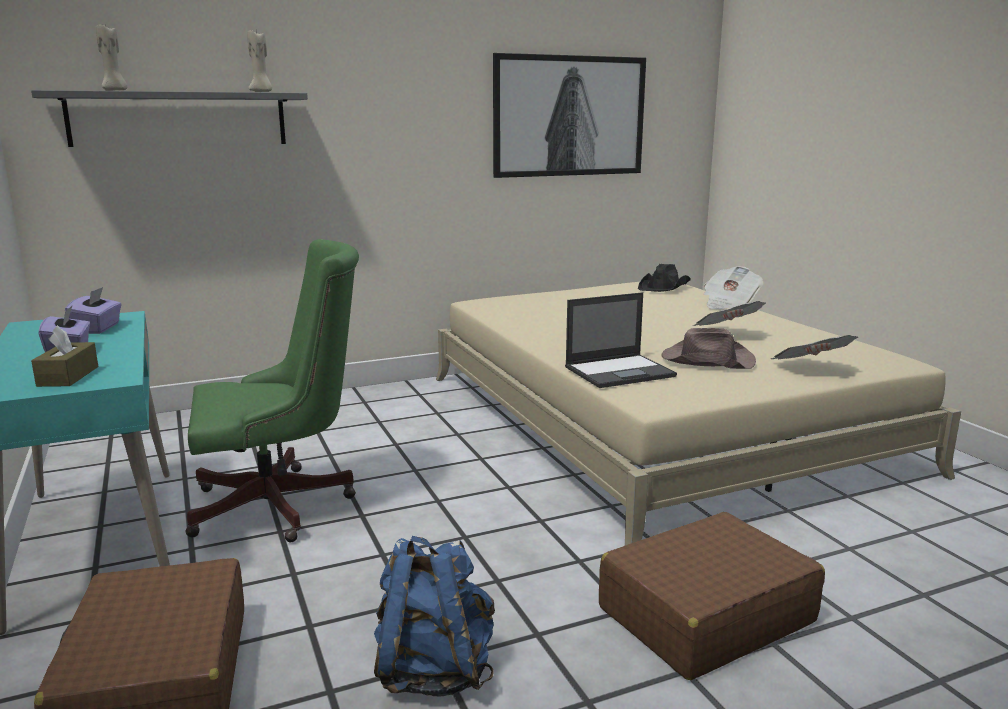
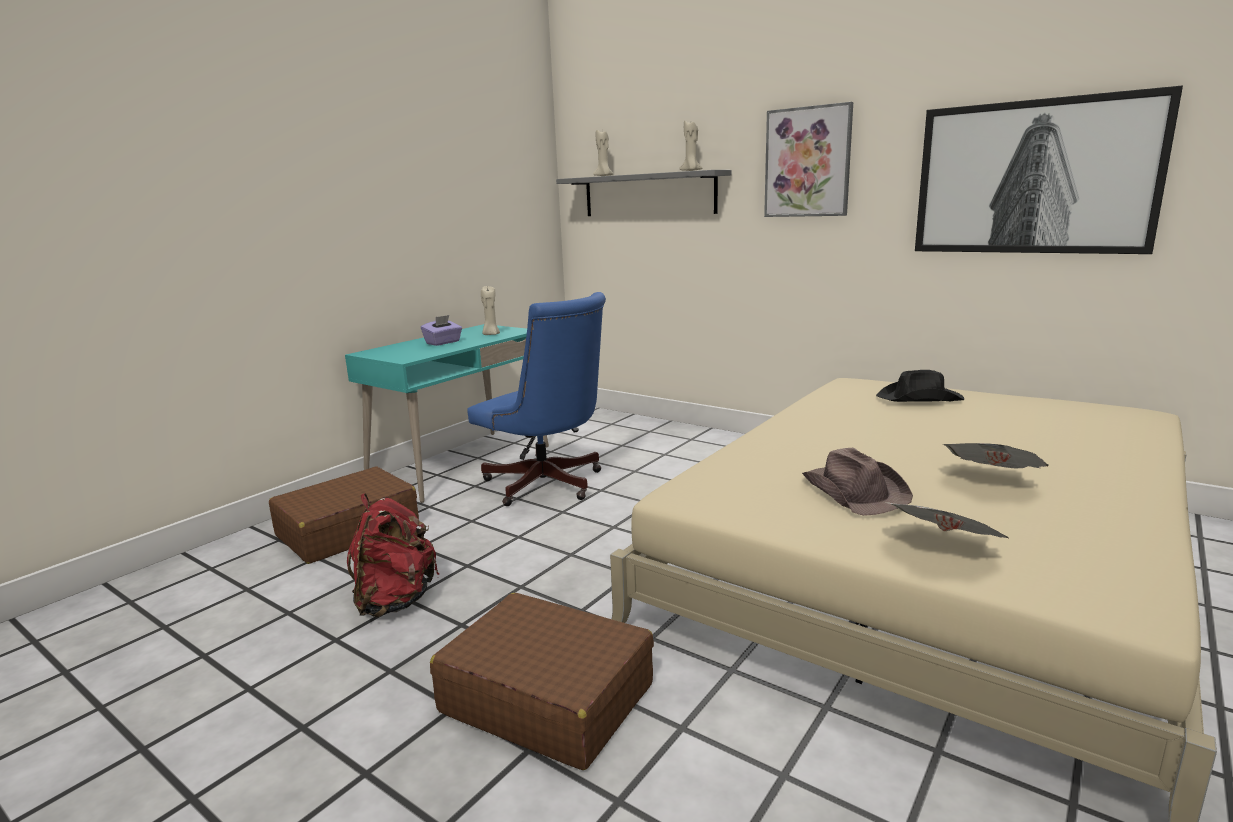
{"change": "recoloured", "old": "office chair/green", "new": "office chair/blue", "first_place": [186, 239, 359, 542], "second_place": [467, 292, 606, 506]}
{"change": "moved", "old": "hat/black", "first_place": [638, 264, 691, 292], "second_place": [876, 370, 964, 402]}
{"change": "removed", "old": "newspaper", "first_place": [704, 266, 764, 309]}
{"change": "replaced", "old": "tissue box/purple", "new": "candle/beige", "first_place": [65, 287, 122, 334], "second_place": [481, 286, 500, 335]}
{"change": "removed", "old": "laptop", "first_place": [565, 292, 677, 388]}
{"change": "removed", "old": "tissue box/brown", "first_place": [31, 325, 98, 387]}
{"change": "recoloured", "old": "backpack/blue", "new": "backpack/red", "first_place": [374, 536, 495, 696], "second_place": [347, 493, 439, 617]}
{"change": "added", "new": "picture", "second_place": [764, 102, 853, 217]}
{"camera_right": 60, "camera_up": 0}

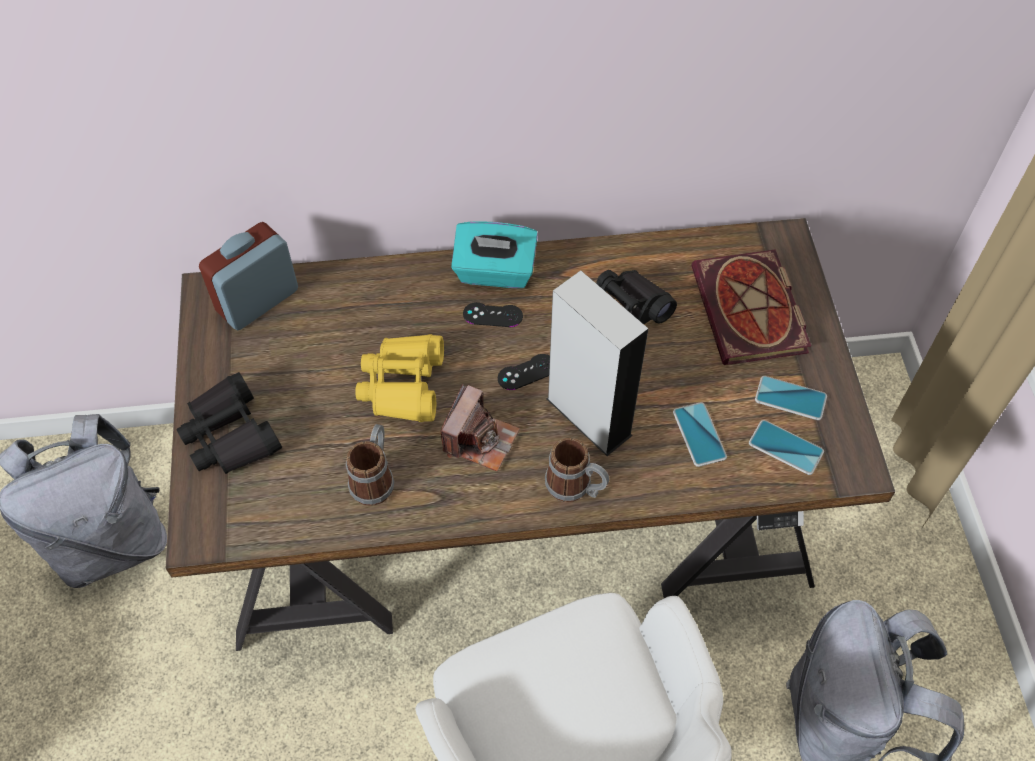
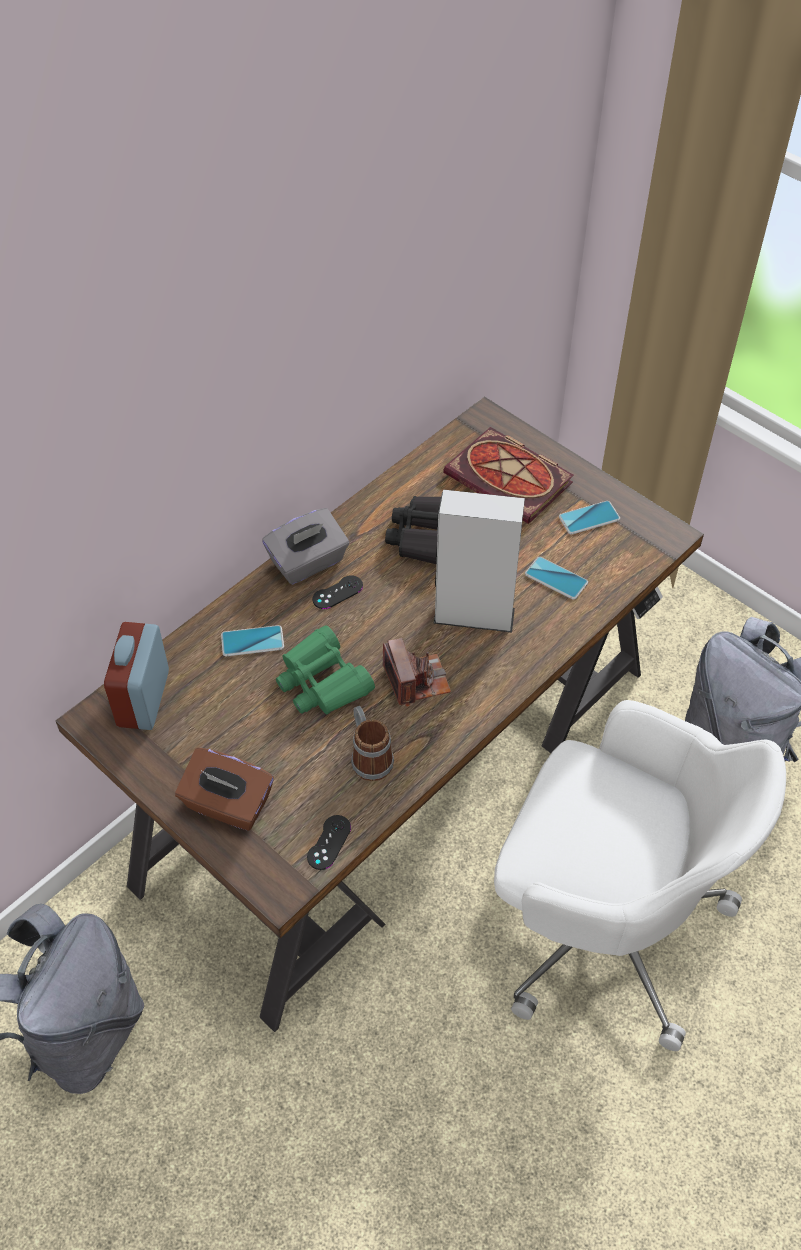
{"change": "recoloured", "old": "tissue box/turquoise", "new": "tissue box/grey", "first_place": [451, 221, 538, 288], "second_place": [262, 508, 349, 584]}
{"change": "recoloured", "old": "binoculars/yellow", "new": "binoculars/green", "first_place": [355, 334, 444, 422], "second_place": [276, 625, 375, 714]}
{"change": "moved", "old": "game controller/black", "first_place": [498, 354, 550, 390], "second_place": [307, 815, 351, 870]}
{"change": "replaced", "old": "binoculars/black", "new": "tissue box/brown", "first_place": [176, 372, 282, 474], "second_place": [175, 748, 274, 831]}
{"change": "moved", "old": "phone", "first_place": [749, 420, 824, 475], "second_place": [221, 625, 284, 656]}
{"change": "removed", "old": "mug", "first_place": [545, 438, 609, 502]}
{"camera_right": -40, "camera_up": -5}

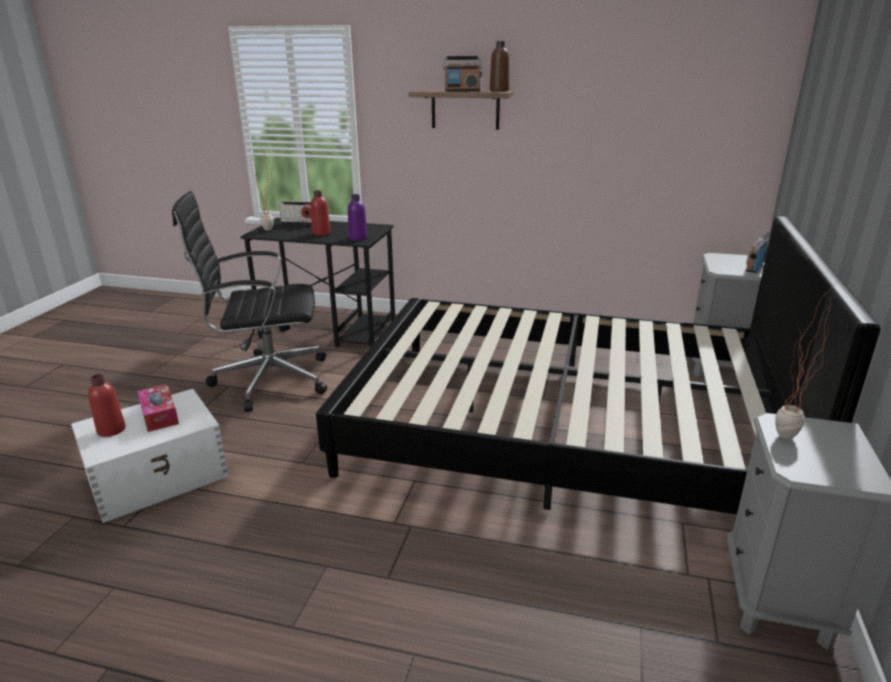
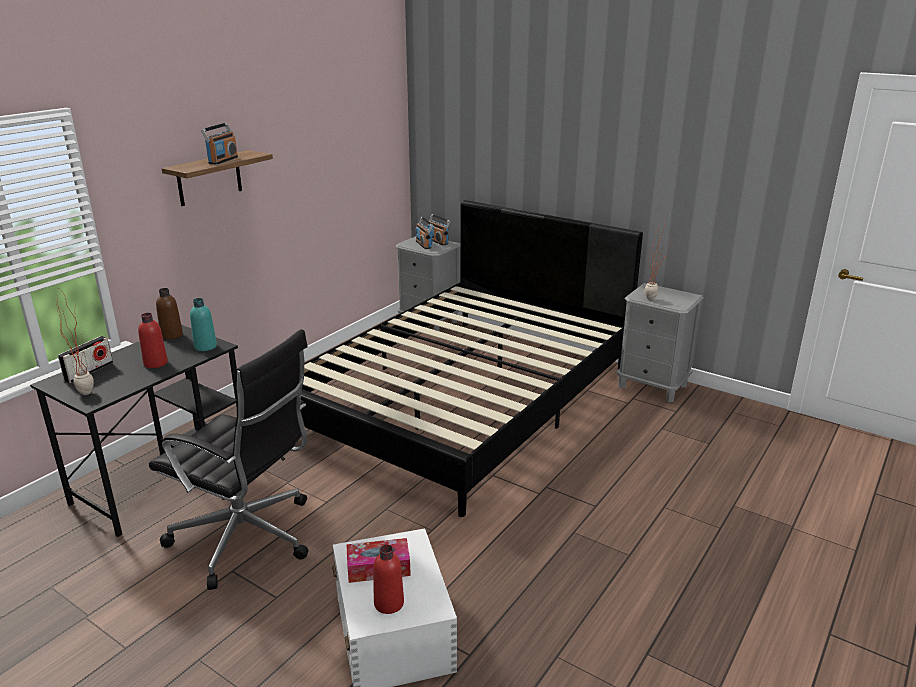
{"change": "moved", "old": "bottle/brown", "first_place": [490, 41, 509, 92], "second_place": [156, 288, 183, 340]}
{"change": "turned", "old": "office chair/black", "first_place": [172, 191, 327, 412], "second_place": [149, 329, 309, 590], "degrees": -75}
{"change": "recoloured", "old": "bottle/purple", "new": "bottle/turquoise", "first_place": [348, 194, 368, 241], "second_place": [190, 298, 217, 351]}
{"change": "added", "new": "radio", "second_place": [416, 217, 433, 249]}
{"camera_right": -70, "camera_up": 0}

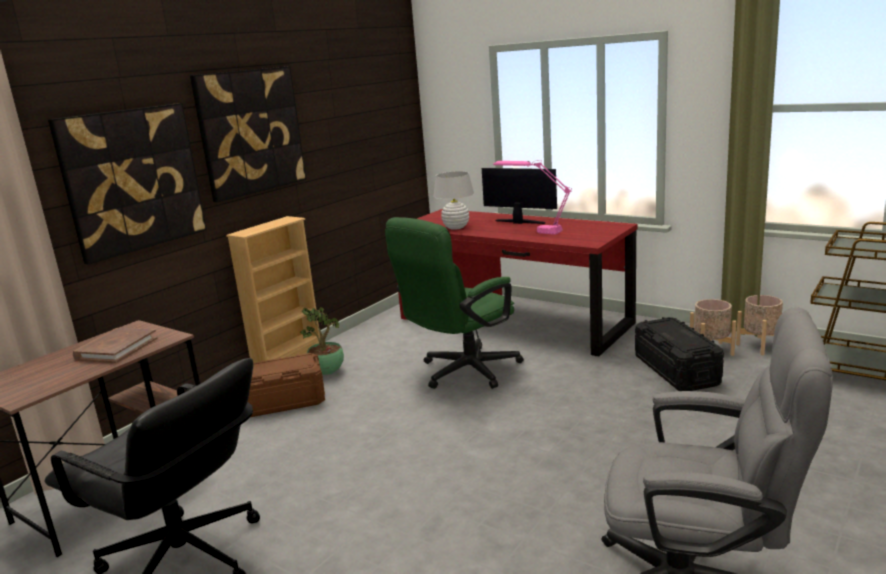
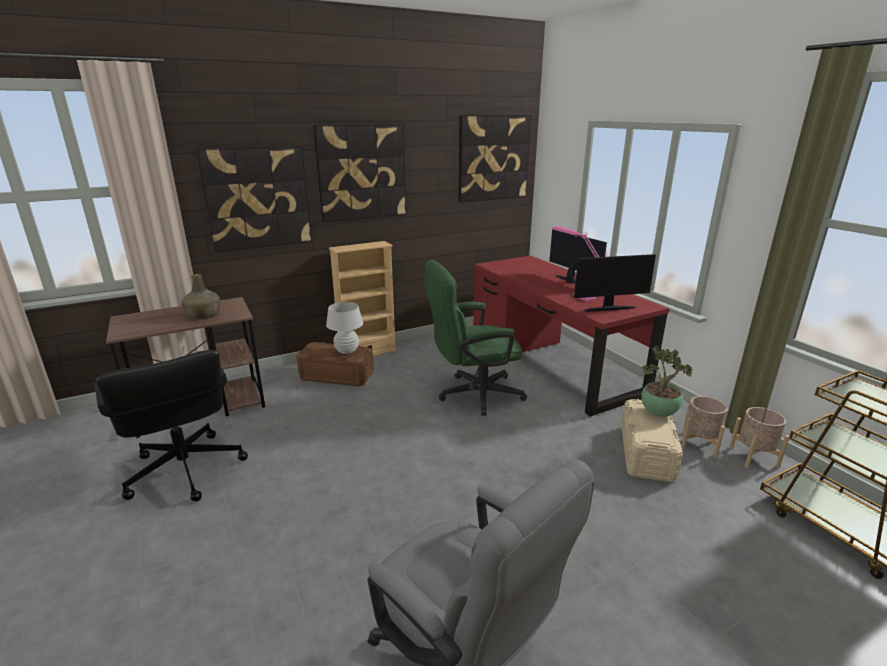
{"change": "moved", "old": "table lamp/white", "first_place": [433, 171, 474, 230], "second_place": [326, 302, 363, 354]}
{"change": "moved", "old": "potted plant", "first_place": [300, 307, 344, 375], "second_place": [641, 346, 692, 417]}
{"change": "recoloured", "old": "storage box/black", "new": "storage box/beige", "first_place": [635, 317, 724, 391], "second_place": [622, 399, 683, 482]}
{"change": "replaced", "old": "book/brown", "new": "bottle/green", "first_place": [73, 328, 157, 363], "second_place": [182, 274, 221, 319]}
{"change": "added", "new": "picture", "second_place": [459, 115, 531, 203]}
{"change": "added", "new": "monitor", "second_place": [574, 254, 656, 312]}
{"camera_right": 25, "camera_up": 5}

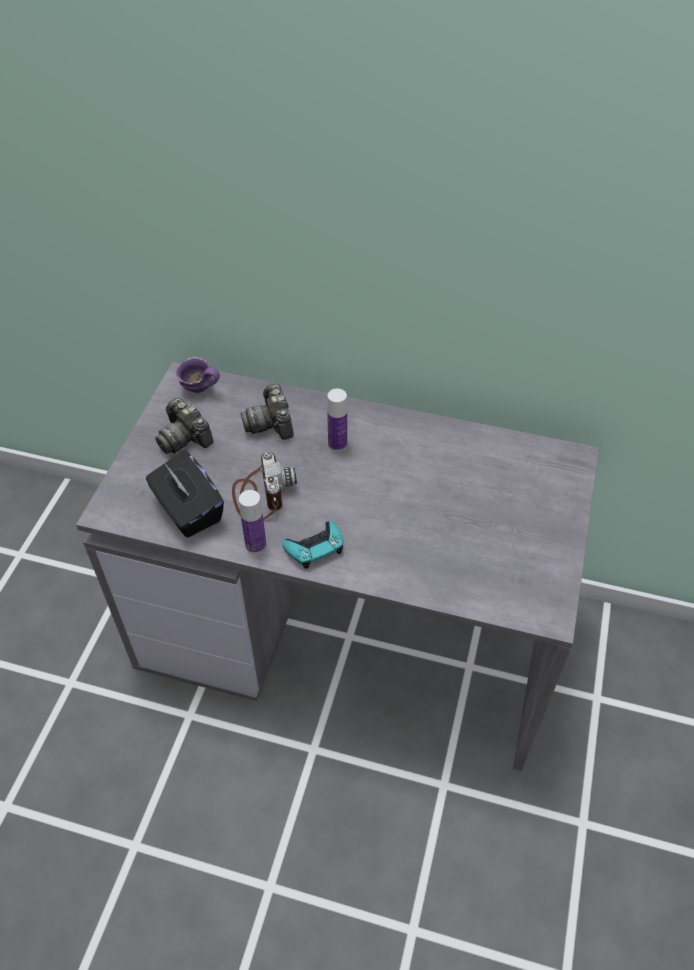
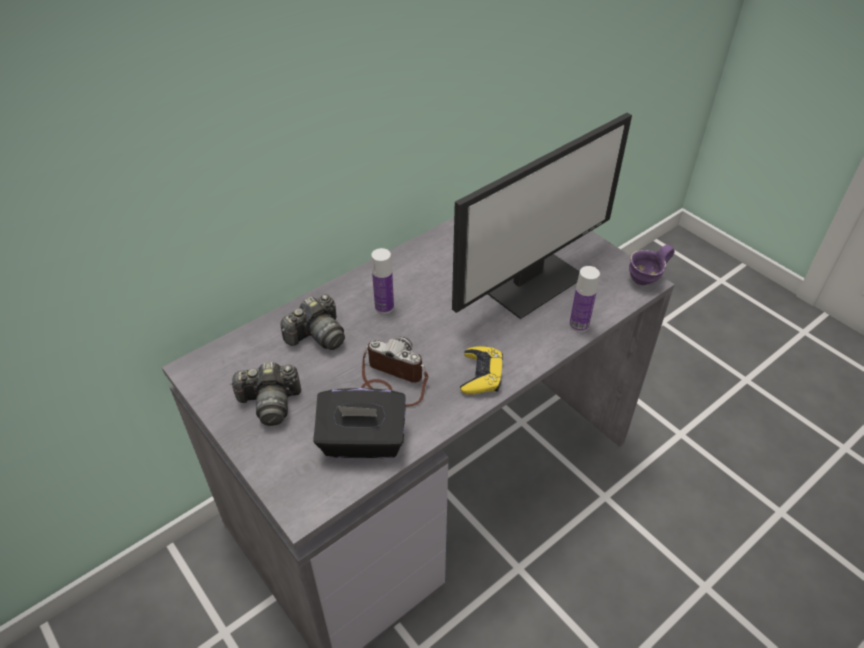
{"change": "moved", "old": "mug/purple", "first_place": [176, 357, 220, 393], "second_place": [629, 245, 674, 285]}
{"change": "turned", "old": "photo camera", "first_place": [241, 383, 294, 440], "second_place": [280, 294, 345, 350], "degrees": -60}
{"change": "moved", "old": "bottle", "first_place": [239, 490, 266, 553], "second_place": [569, 266, 600, 332]}
{"change": "recoloured", "old": "game controller/turquoise", "new": "game controller/yellow", "first_place": [283, 521, 343, 569], "second_place": [460, 346, 503, 395]}
{"change": "added", "new": "monitor", "second_place": [452, 113, 632, 319]}
{"camera_right": -55, "camera_up": -5}

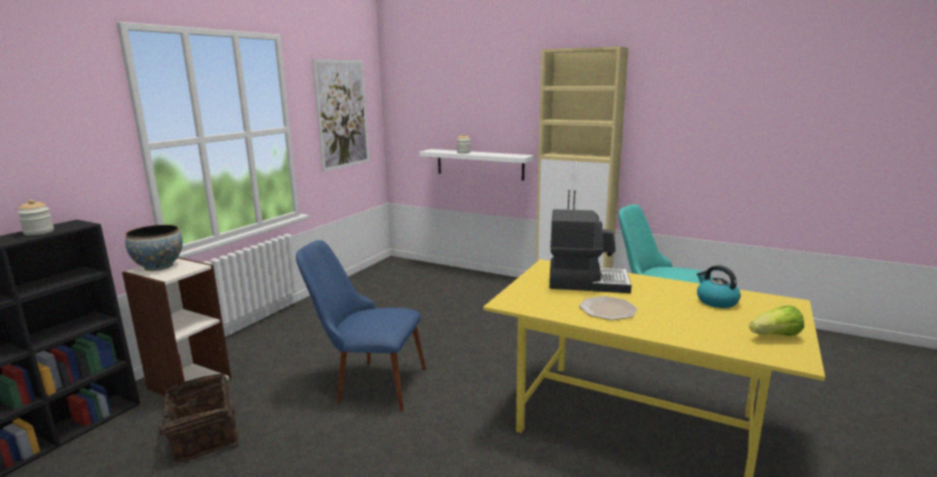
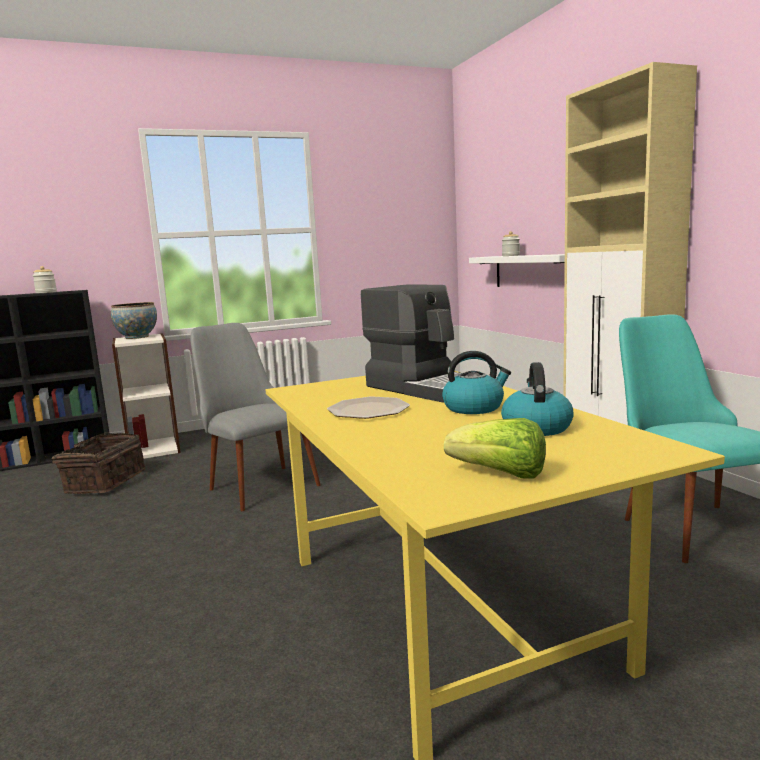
{"change": "removed", "old": "picture", "first_place": [312, 59, 369, 172]}
{"change": "recoloured", "old": "chair/blue", "new": "chair/grey", "first_place": [296, 240, 426, 411], "second_place": [190, 323, 321, 511]}
{"change": "added", "new": "kettle", "second_place": [442, 351, 511, 414]}
{"camera_right": 40, "camera_up": -5}

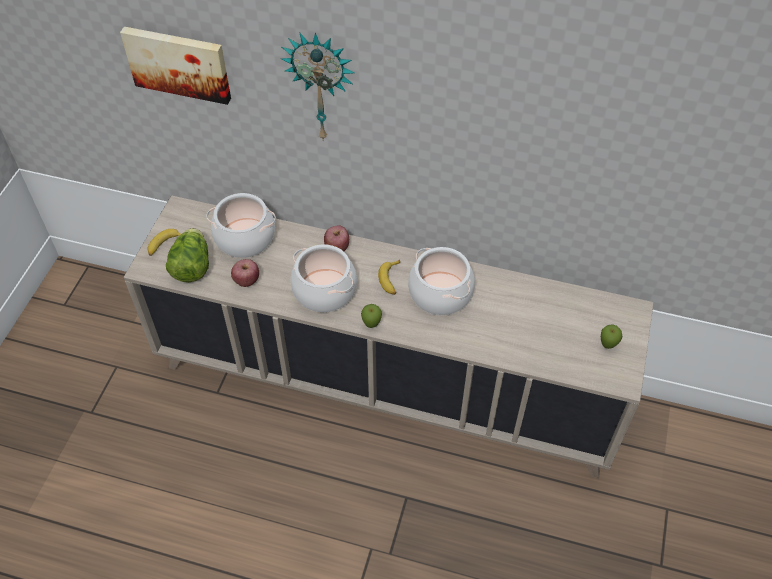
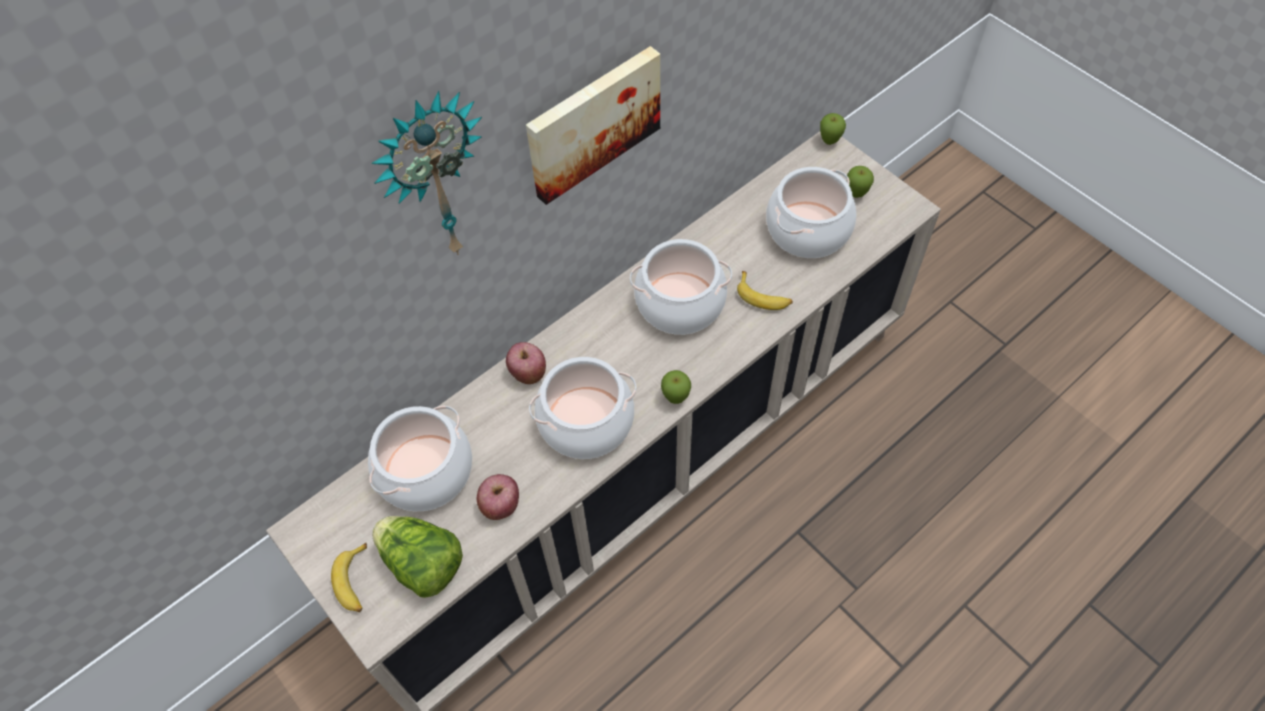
{"change": "moved", "old": "picture", "first_place": [120, 27, 231, 105], "second_place": [526, 46, 660, 205]}
{"change": "moved", "old": "banana", "first_place": [378, 260, 400, 295], "second_place": [737, 271, 793, 310]}
{"change": "added", "new": "apple", "second_place": [820, 113, 846, 145]}
{"change": "added", "new": "cooking pot", "second_place": [766, 167, 856, 258]}
{"camera_right": -55, "camera_up": 5}

